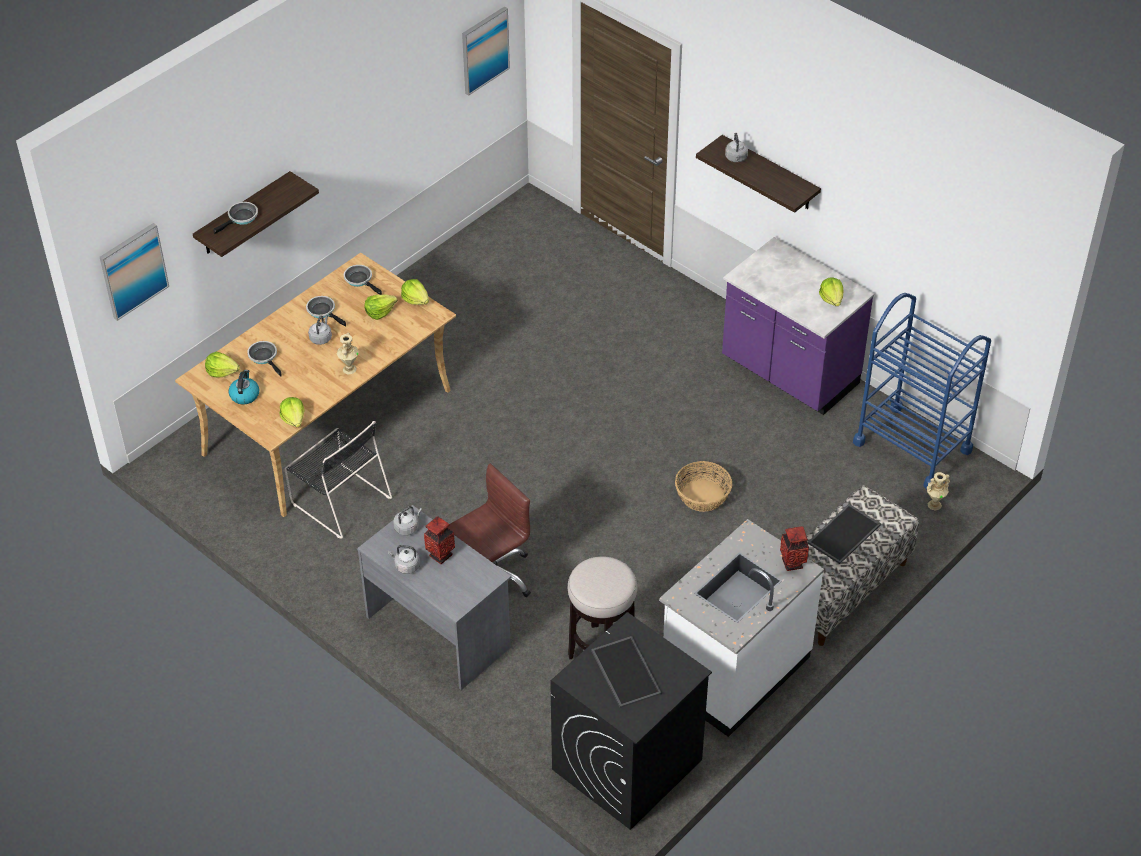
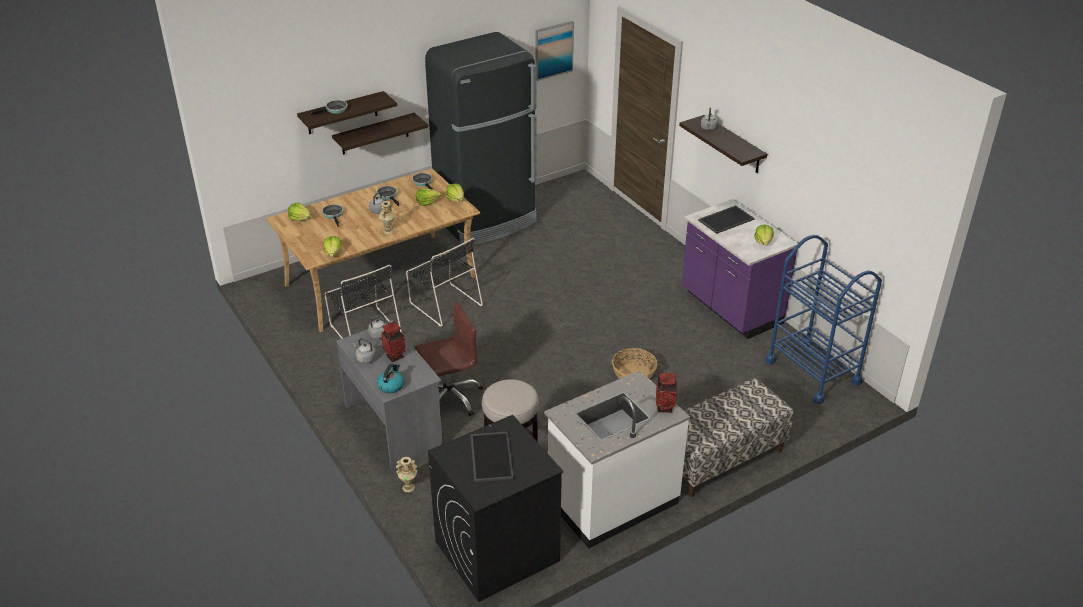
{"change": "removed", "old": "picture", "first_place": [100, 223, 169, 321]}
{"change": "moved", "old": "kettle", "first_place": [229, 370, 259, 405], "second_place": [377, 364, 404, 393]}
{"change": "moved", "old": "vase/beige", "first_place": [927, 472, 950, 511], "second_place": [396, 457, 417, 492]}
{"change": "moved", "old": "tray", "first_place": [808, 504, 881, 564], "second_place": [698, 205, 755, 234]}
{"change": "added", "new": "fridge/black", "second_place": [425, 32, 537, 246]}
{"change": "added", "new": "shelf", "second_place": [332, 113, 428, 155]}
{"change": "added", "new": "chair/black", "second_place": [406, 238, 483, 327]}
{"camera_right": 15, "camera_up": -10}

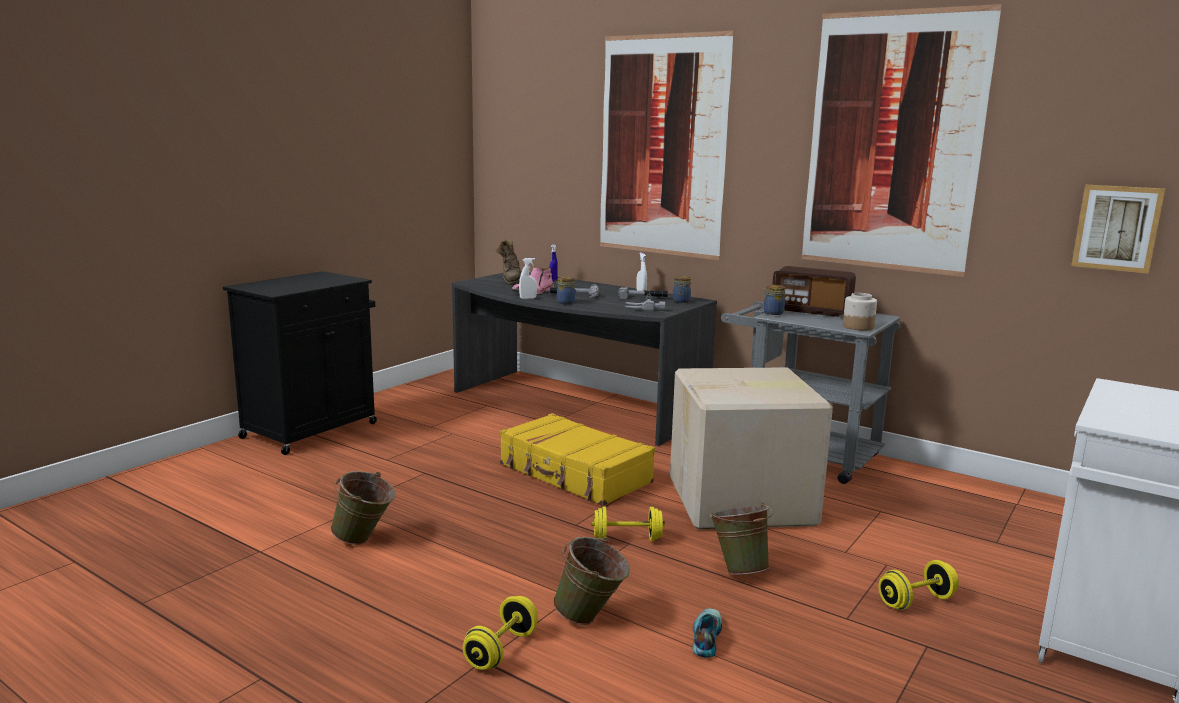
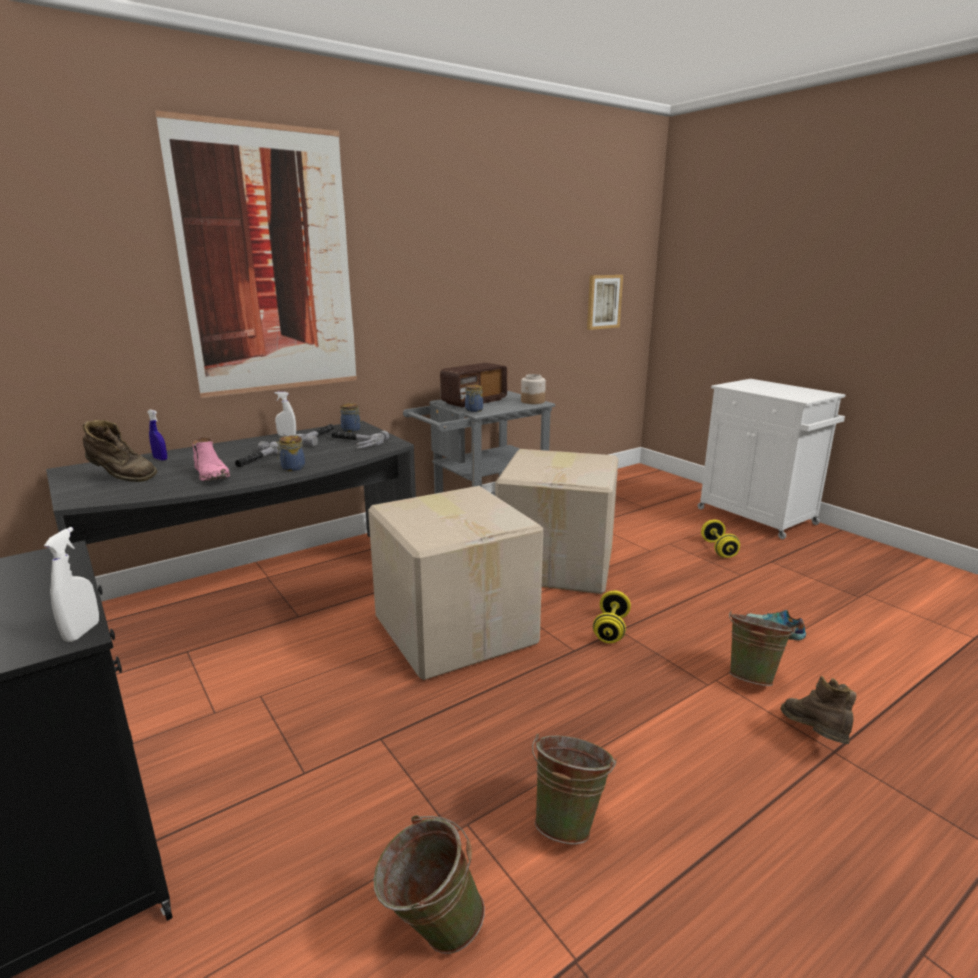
{"change": "removed", "old": "picture", "first_place": [801, 4, 1002, 277]}
{"change": "moved", "old": "spray bottle/white", "first_place": [519, 258, 537, 299], "second_place": [44, 527, 99, 642]}
{"change": "replaced", "old": "suitcase/yellow", "new": "cardboard box", "first_place": [500, 413, 655, 506], "second_place": [368, 486, 543, 680]}
{"change": "moved", "old": "bucket/green", "first_place": [710, 502, 773, 575], "second_place": [374, 815, 485, 954]}
{"change": "replaced", "old": "dumbbell/yellow", "new": "boot/brown", "first_place": [463, 596, 538, 670], "second_place": [780, 676, 856, 744]}
{"camera_right": -70, "camera_up": 5}

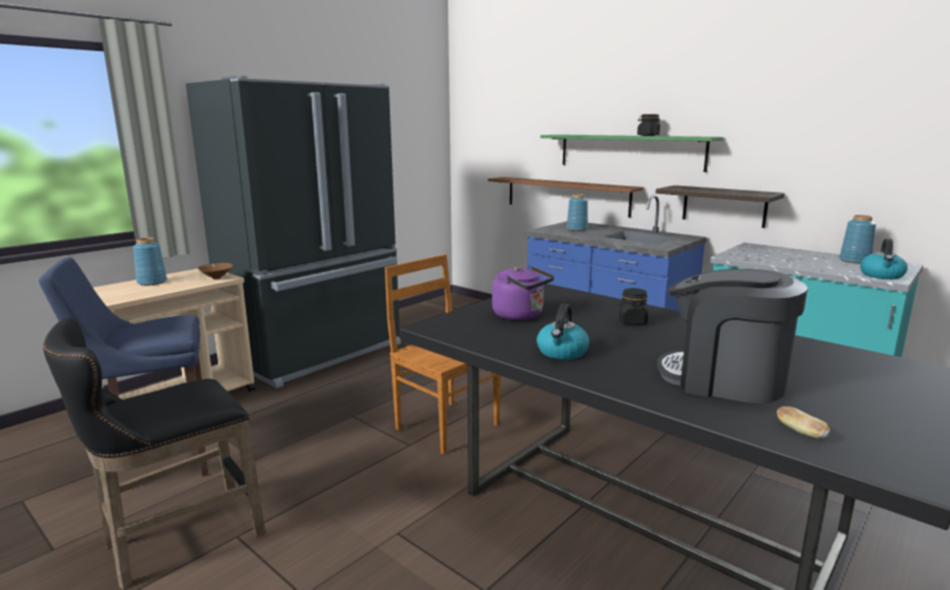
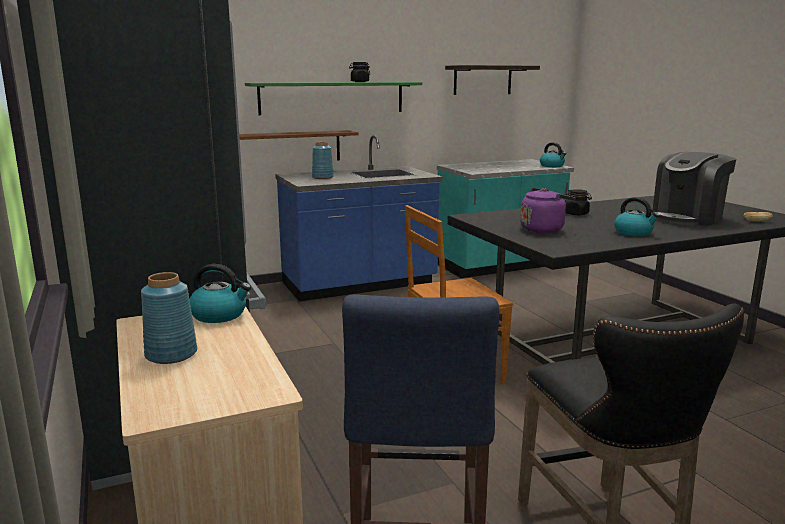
{"change": "moved", "old": "shelf", "first_place": [656, 185, 785, 228], "second_place": [445, 65, 540, 95]}
{"change": "removed", "old": "vase/blue", "first_place": [839, 215, 876, 264]}
{"change": "replaced", "old": "bowl/brown", "new": "kettle", "first_place": [197, 263, 233, 280], "second_place": [190, 264, 251, 323]}
{"camera_right": -65, "camera_up": 0}

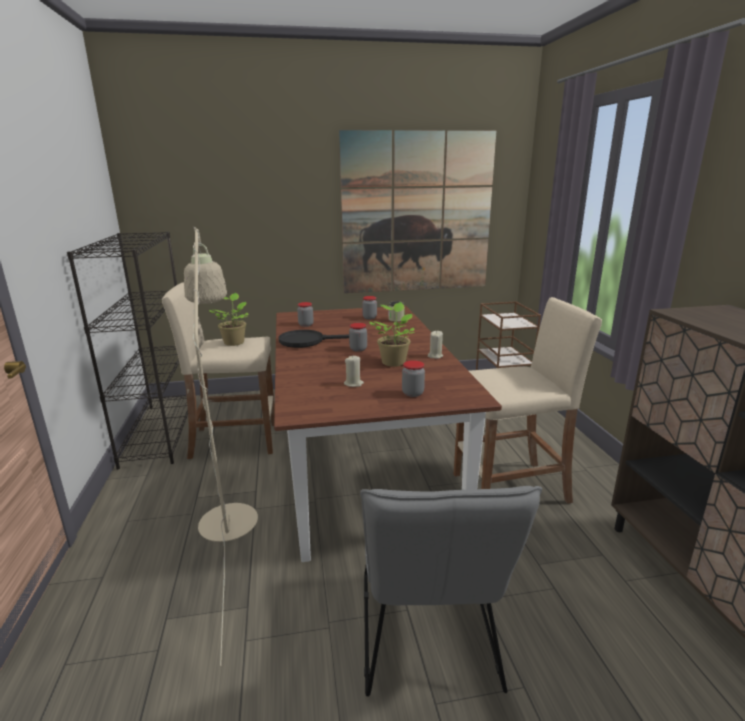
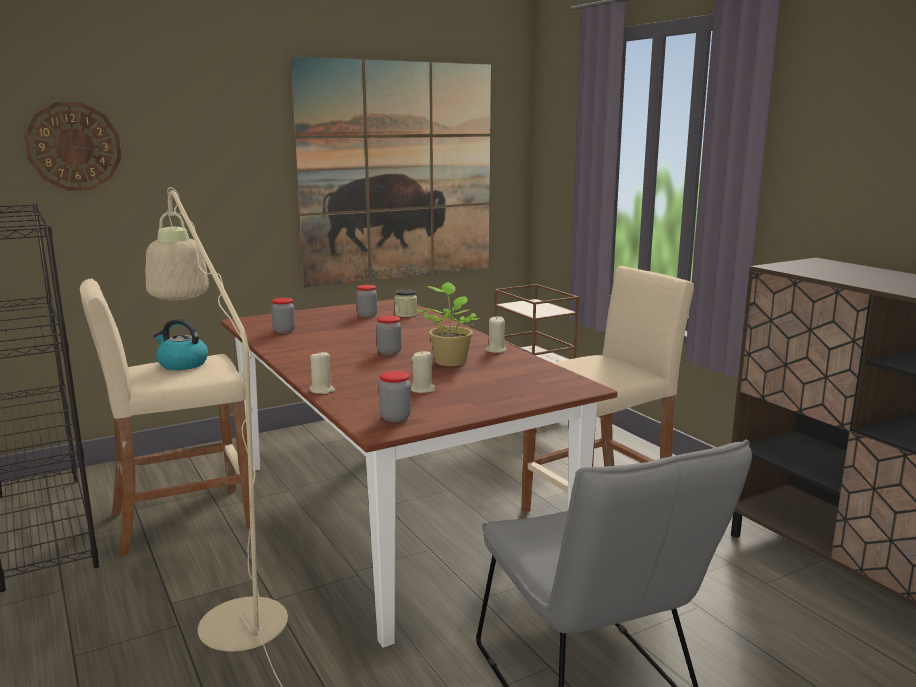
{"change": "replaced", "old": "potted plant", "new": "kettle", "first_place": [209, 293, 248, 346], "second_place": [154, 319, 208, 370]}
{"change": "removed", "old": "frying pan/black", "first_place": [278, 330, 349, 348]}
{"change": "moved", "old": "jar", "first_place": [402, 360, 425, 397], "second_place": [379, 371, 411, 422]}
{"change": "added", "new": "wall clock", "second_place": [24, 102, 122, 191]}
{"change": "added", "new": "candle/beige", "second_place": [309, 352, 335, 394]}
{"camera_right": -20, "camera_up": -5}

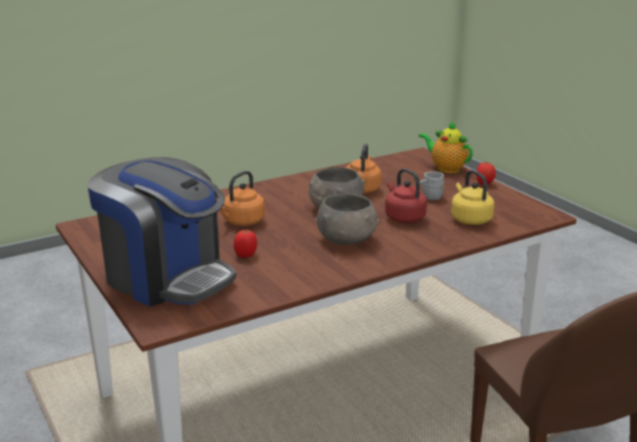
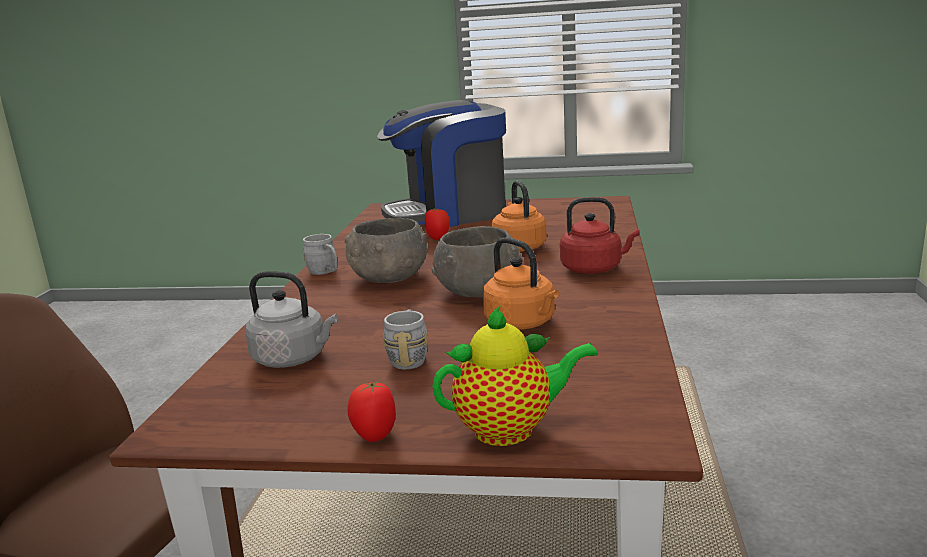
{"change": "moved", "old": "kettle/red", "first_place": [385, 169, 427, 223], "second_place": [560, 197, 640, 274]}
{"change": "recoloured", "old": "kettle/yellow", "new": "kettle/grey", "first_place": [451, 170, 494, 225], "second_place": [245, 271, 337, 368]}
{"change": "added", "new": "mug/grey", "second_place": [302, 234, 338, 275]}
{"camera_right": 130, "camera_up": -5}

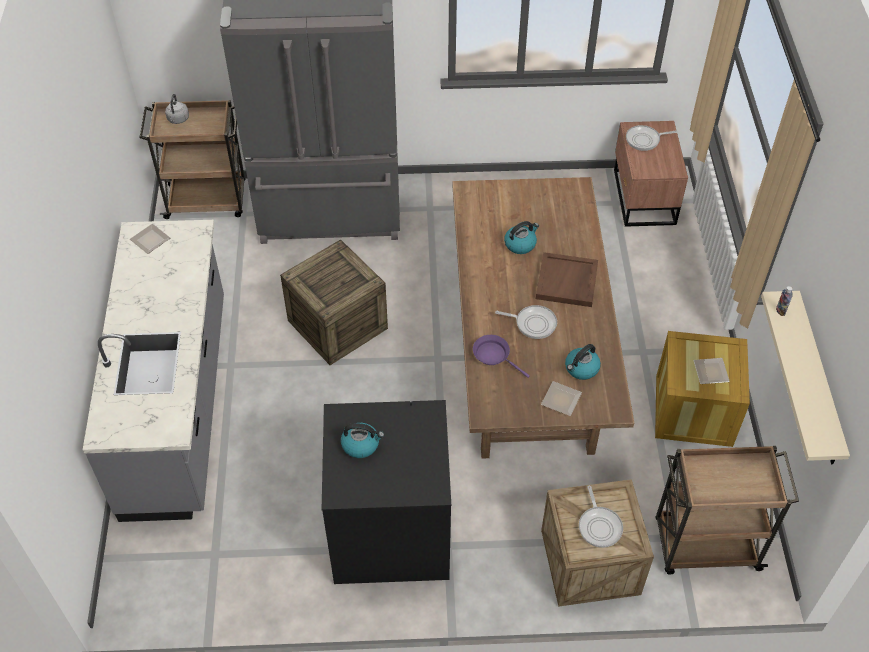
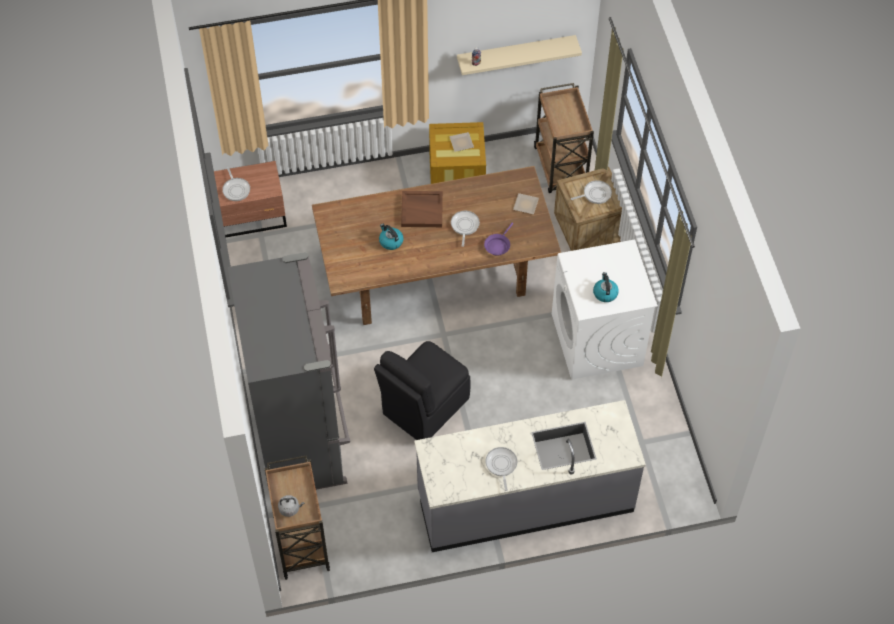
{"change": "removed", "old": "plate", "first_place": [130, 224, 170, 254]}
{"change": "replaced", "old": "crate", "new": "chair/black", "first_place": [280, 239, 388, 365], "second_place": [374, 341, 470, 440]}
{"change": "removed", "old": "kettle", "first_place": [565, 344, 601, 380]}
{"change": "recoloured", "old": "washing machine/black", "new": "washing machine/white", "first_place": [322, 400, 451, 584], "second_place": [552, 239, 658, 380]}
{"change": "added", "new": "frying pan", "second_place": [485, 447, 517, 491]}
{"camera_right": -100, "camera_up": 5}

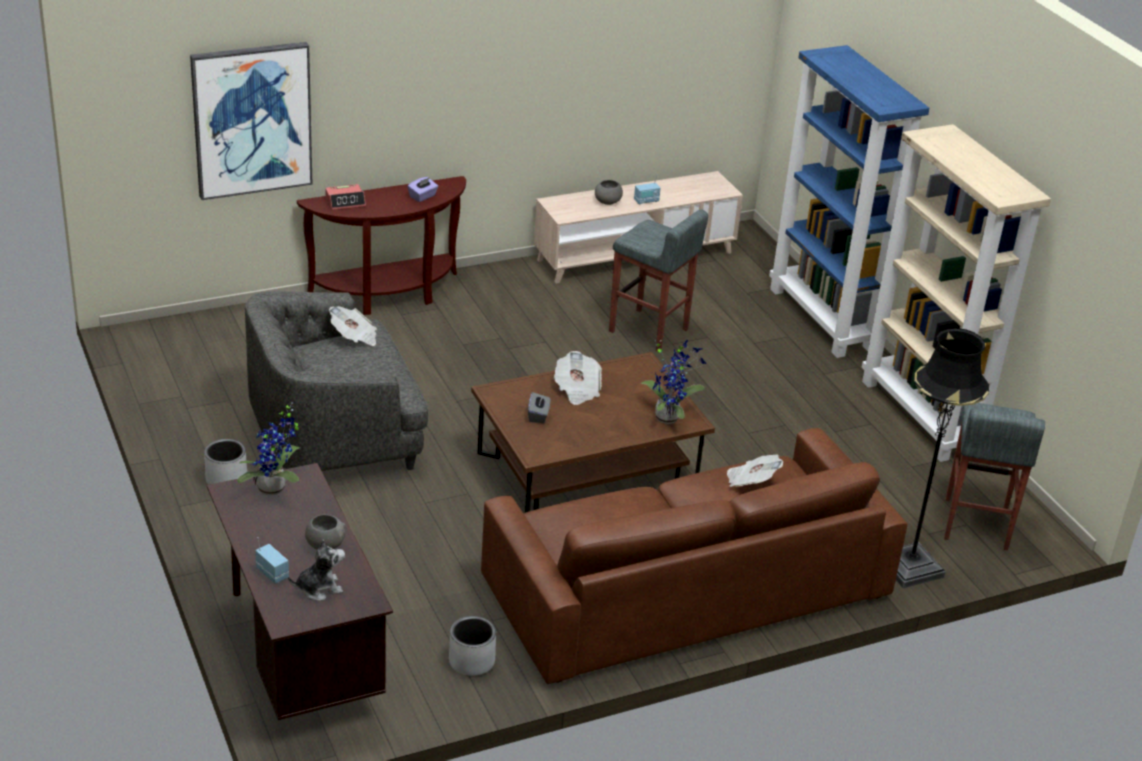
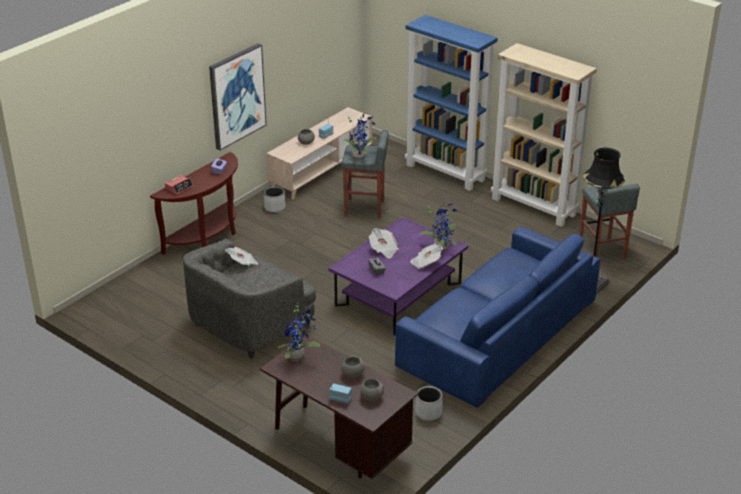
{"change": "moved", "old": "picture", "first_place": [190, 42, 313, 200], "second_place": [209, 43, 267, 150]}
{"change": "recoloured", "old": "coffee table/brown", "new": "coffee table/purple", "first_place": [471, 352, 715, 513], "second_place": [328, 217, 468, 336]}
{"change": "recoloured", "old": "sofa/brown", "new": "sofa/blue", "first_place": [481, 428, 908, 684], "second_place": [395, 227, 601, 408]}
{"change": "moved", "old": "planter/grey", "first_place": [204, 439, 247, 485], "second_place": [264, 186, 286, 213]}
{"change": "moved", "old": "newspaper", "first_place": [727, 454, 783, 487], "second_place": [410, 244, 443, 269]}
{"change": "replaced", "old": "plush toy", "new": "bowl/grey", "first_place": [288, 539, 345, 600], "second_place": [360, 379, 384, 401]}
{"change": "added", "new": "potted plant", "second_place": [343, 113, 377, 160]}
{"camera_right": -25, "camera_up": 0}

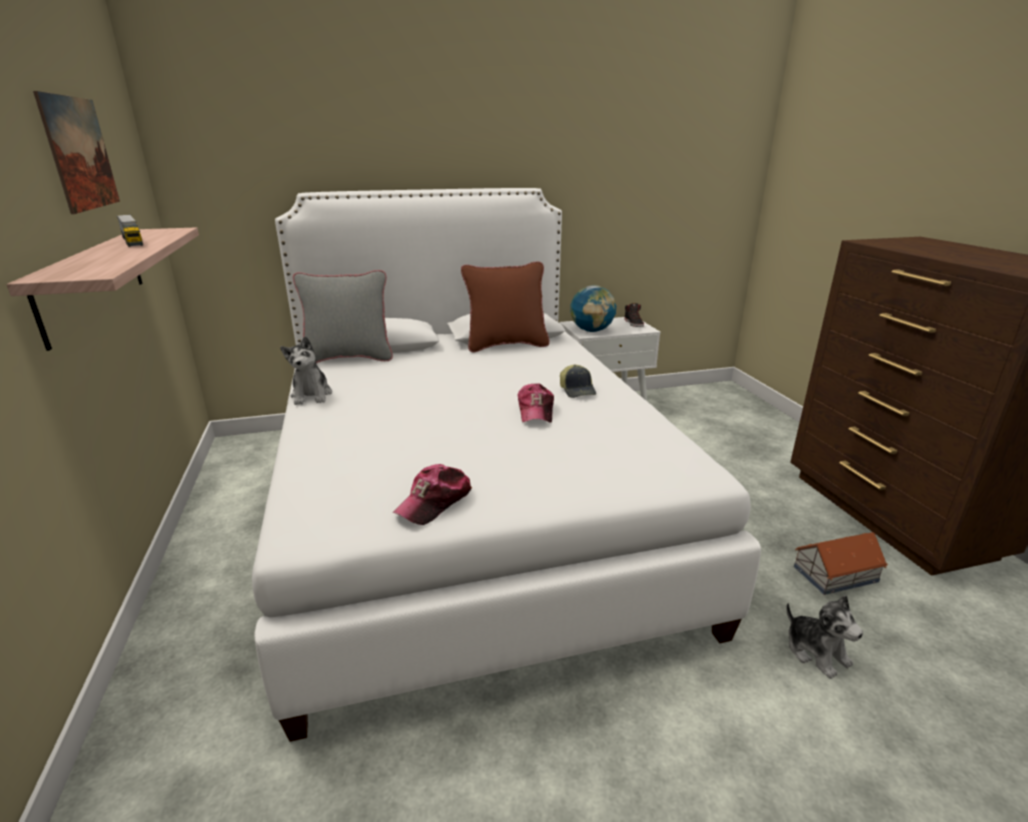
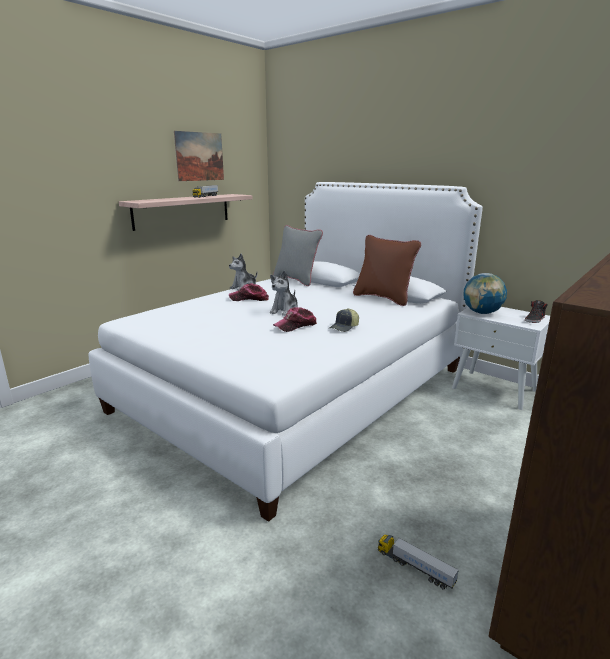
{"change": "moved", "old": "cap", "first_place": [393, 464, 472, 525], "second_place": [229, 284, 269, 301]}
{"change": "replaced", "old": "toy house", "new": "toy truck", "first_place": [794, 532, 888, 595], "second_place": [378, 535, 459, 590]}
{"change": "moved", "old": "plush toy", "first_place": [786, 595, 863, 679], "second_place": [270, 271, 298, 316]}
{"camera_right": 55, "camera_up": -5}

